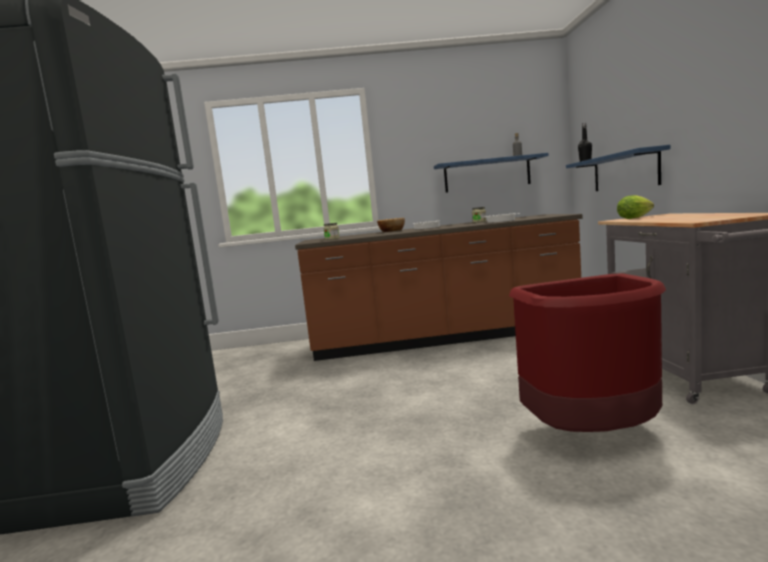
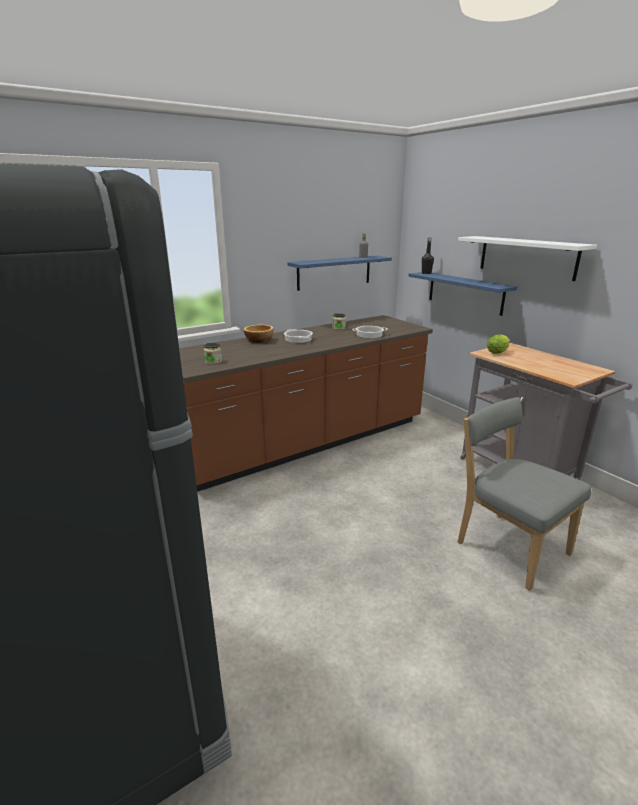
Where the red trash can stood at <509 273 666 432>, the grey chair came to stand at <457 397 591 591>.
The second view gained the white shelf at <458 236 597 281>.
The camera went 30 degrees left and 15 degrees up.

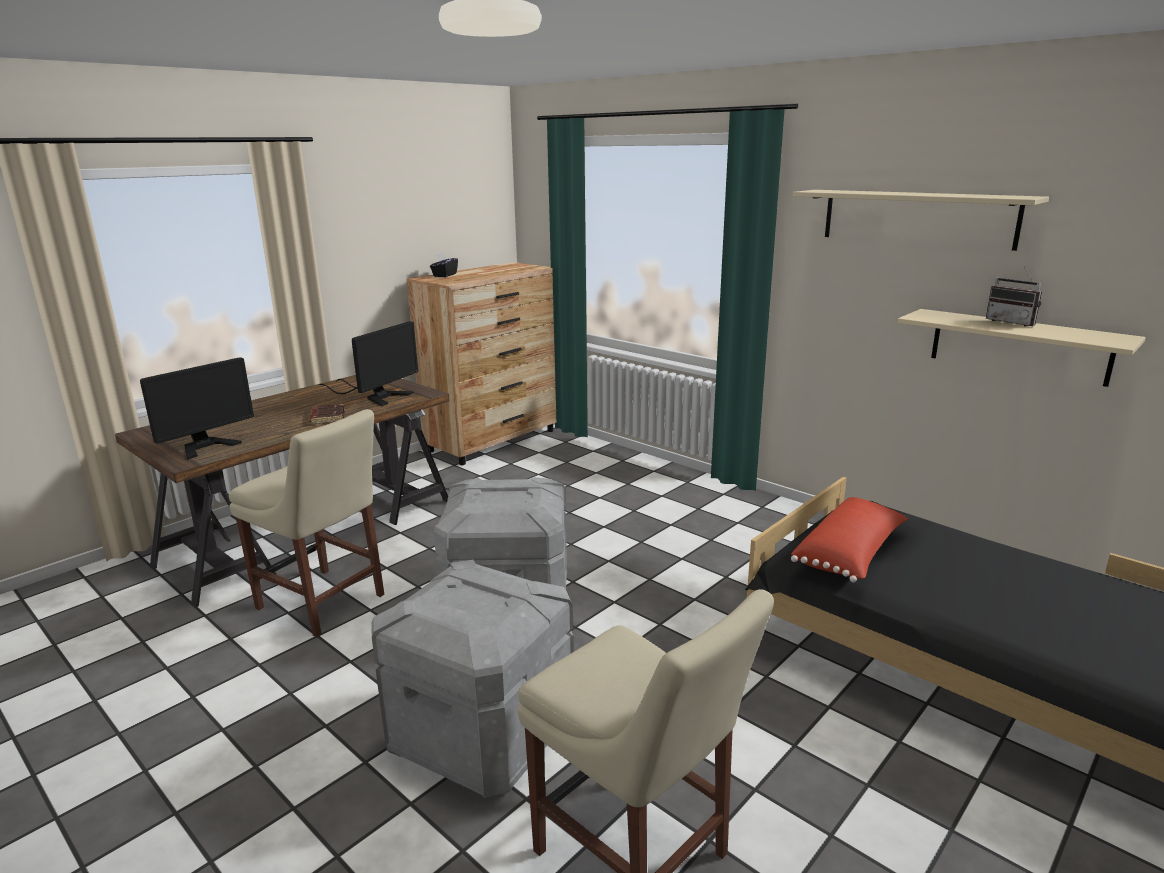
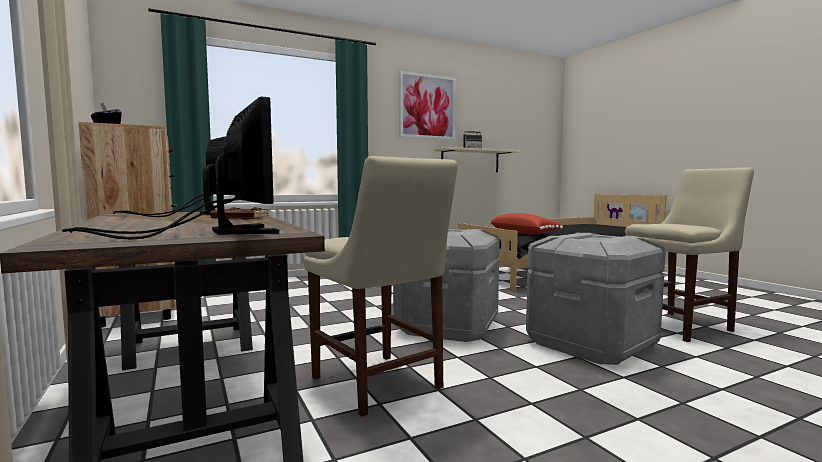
The beige chair at <229 409 384 637> ended up facing another way, 90 degrees clockwise from before.
Where the beige shelf hung at <793 190 1049 251>, the picture came to hang at <400 71 456 140>.
The camera went 70 degrees left and 15 degrees down.

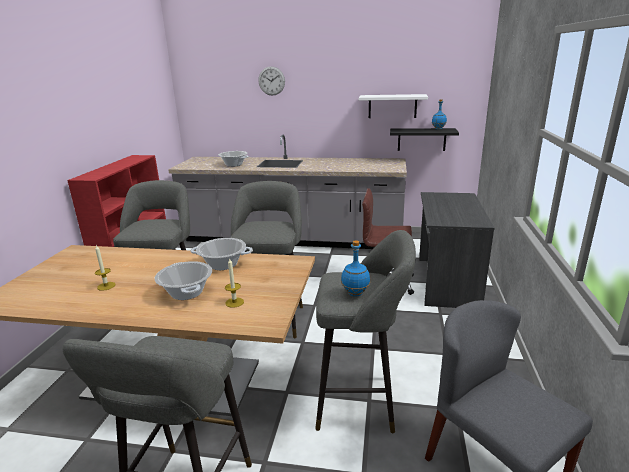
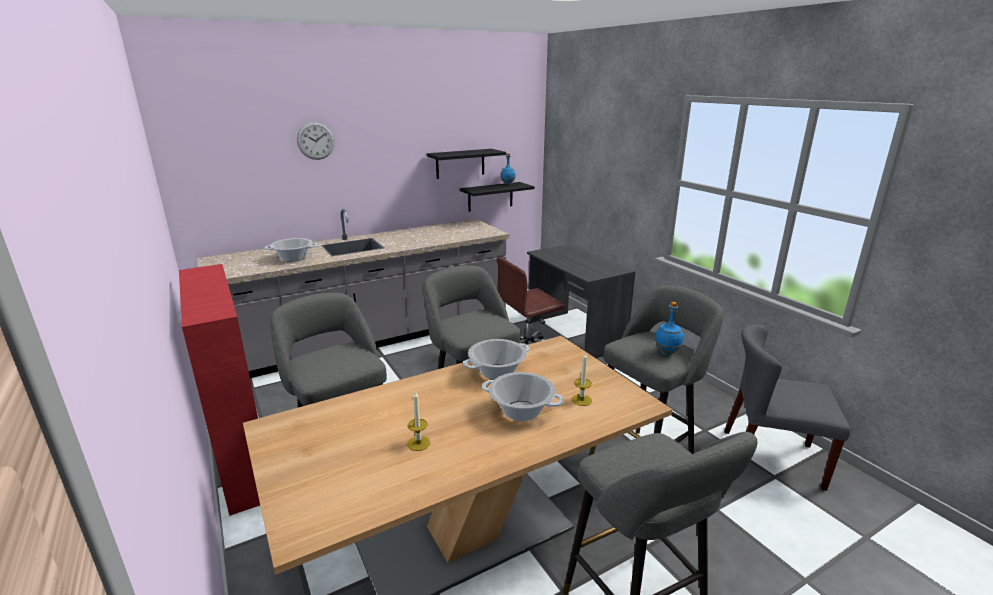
What was the white shelf at <359 94 428 118> turned into the black shelf at <427 149 506 179>.
The camera went 40 degrees left and 0 degrees up.

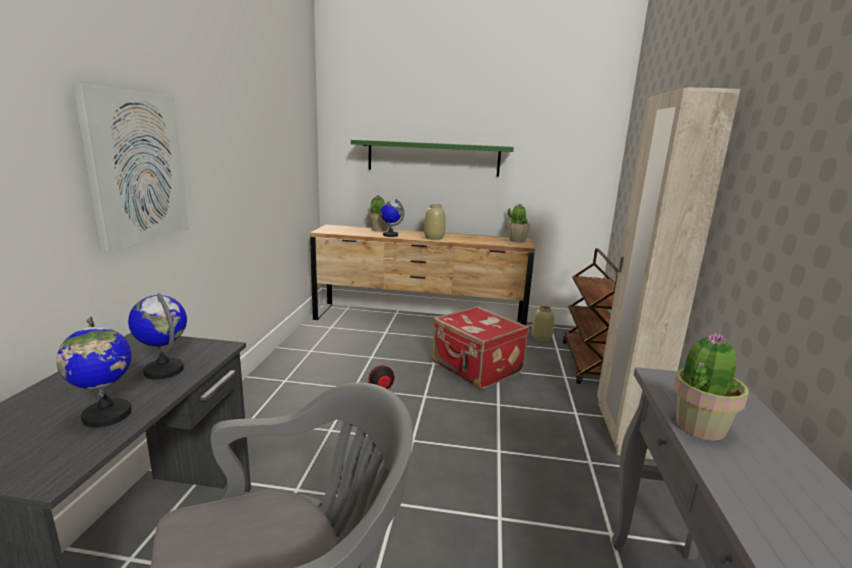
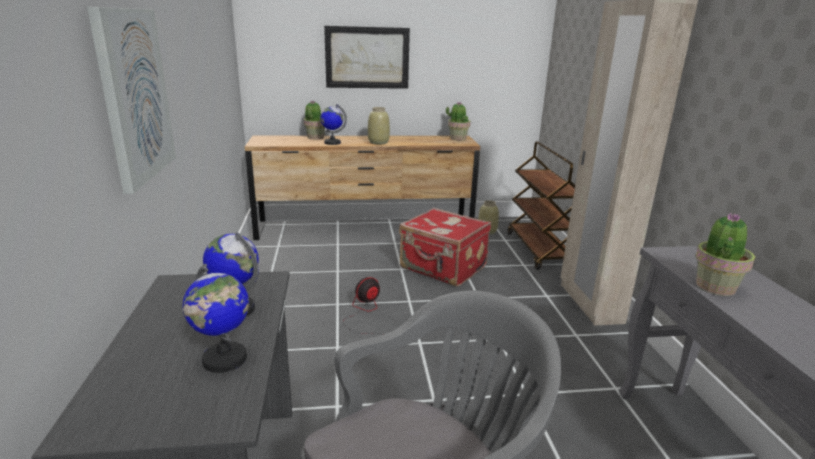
Where the green shelf hung at <351 140 514 177>, the picture came to hang at <324 26 410 89>.
The camera went 15 degrees left and 5 degrees up.

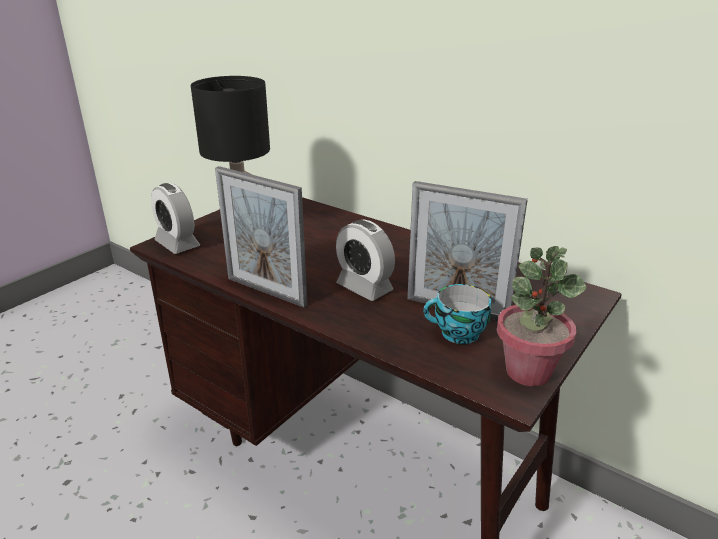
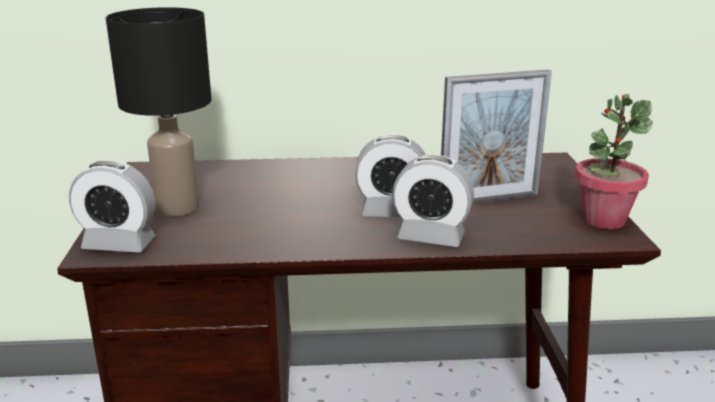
The second view gained the alarm clock at <392 154 474 247>.
The second view lost the picture frame at <215 166 307 308>.
The second view lost the cup at <423 284 491 344>.
The camera went 40 degrees left and 5 degrees down.

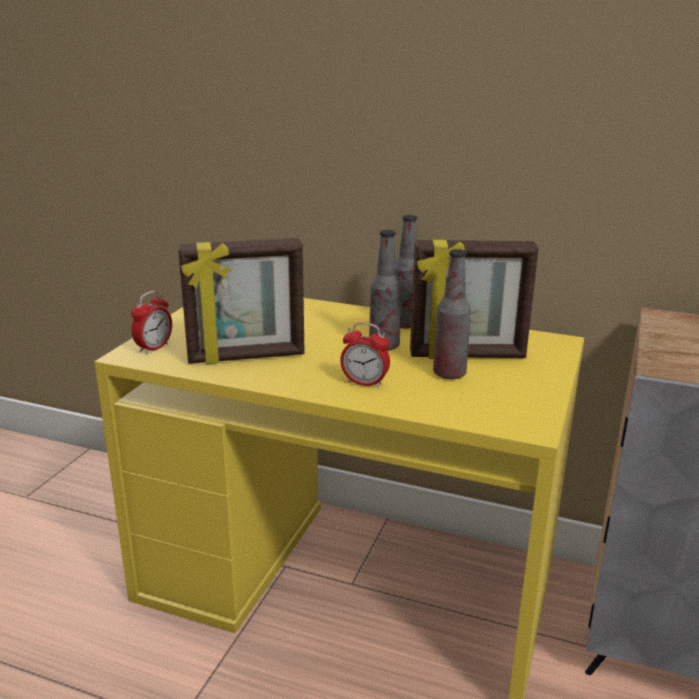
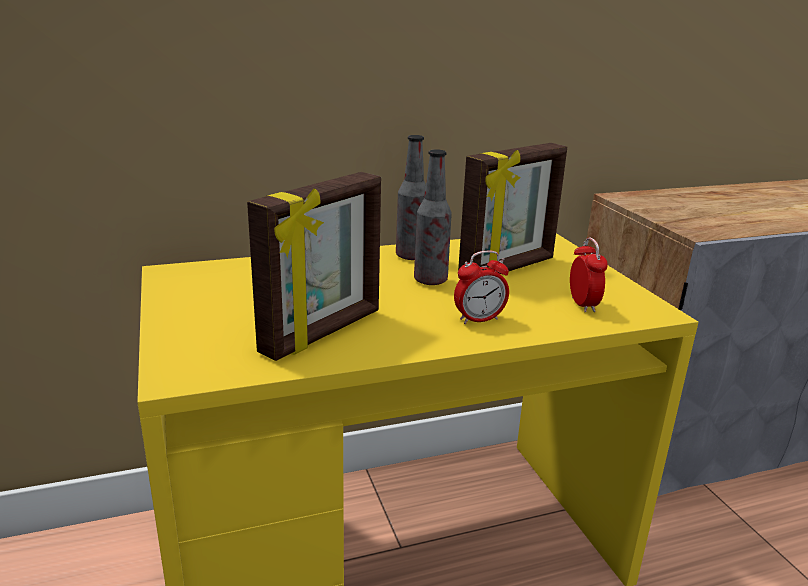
The alarm clock ended up elsewhere, having gone from <131 291 172 354> to <570 237 608 312>.
The second view lost the bottle at <433 249 471 379>.
The camera went 40 degrees left and 0 degrees up.

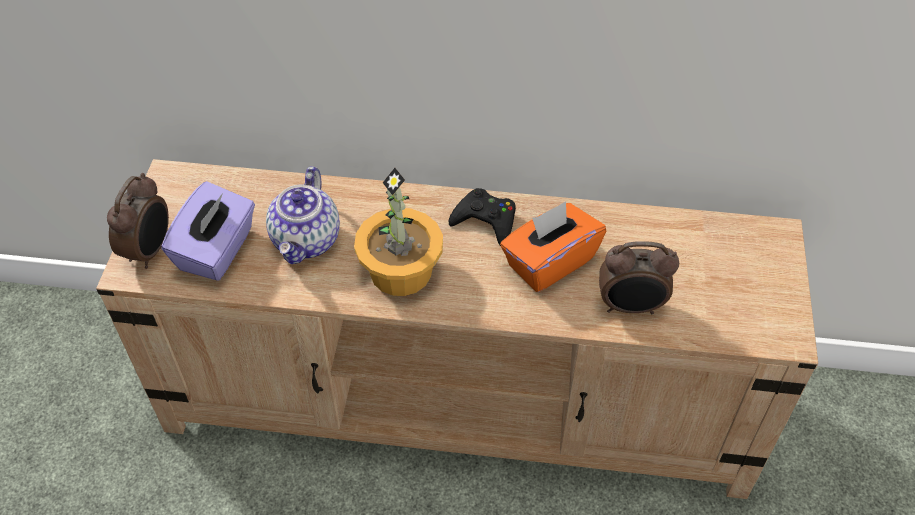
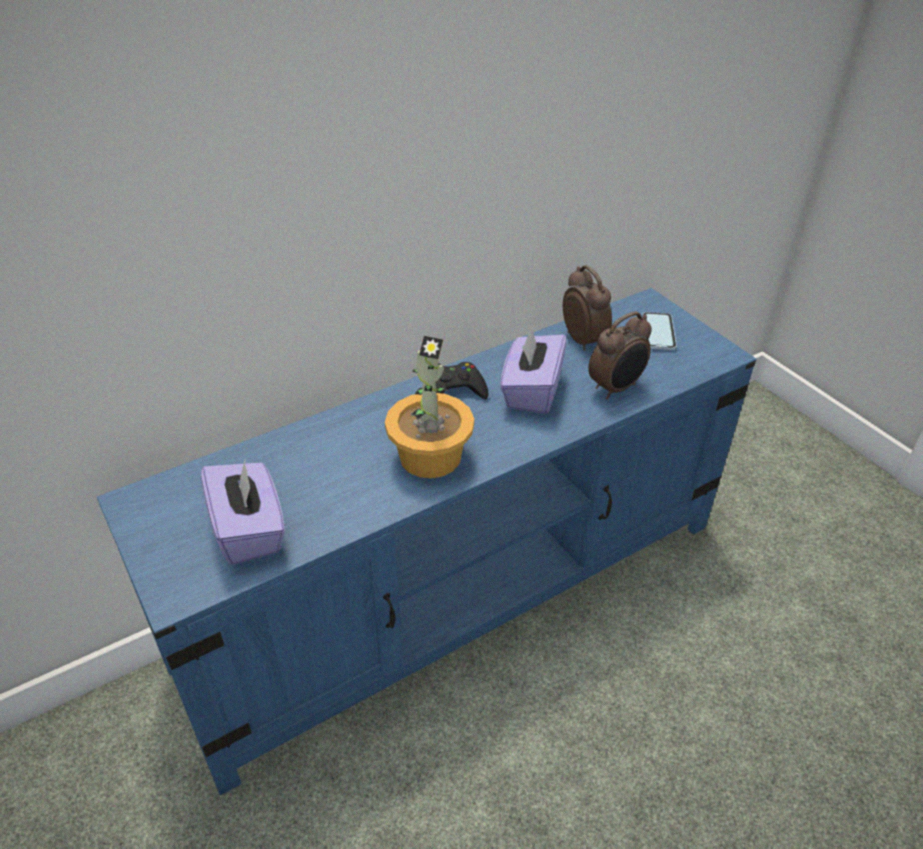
What was the beige tv stand at <96 159 818 499> turned into the blue tv stand at <97 288 757 795>.
What was the orange tissue box at <500 201 606 292> turned into the purple tissue box at <500 326 567 414>.
The alarm clock ended up elsewhere, having gone from <107 173 169 269> to <563 265 612 351>.
The second view gained the phone at <642 312 677 350>.
The second view lost the teapot at <266 166 340 264>.
The camera went 40 degrees left and 10 degrees down.

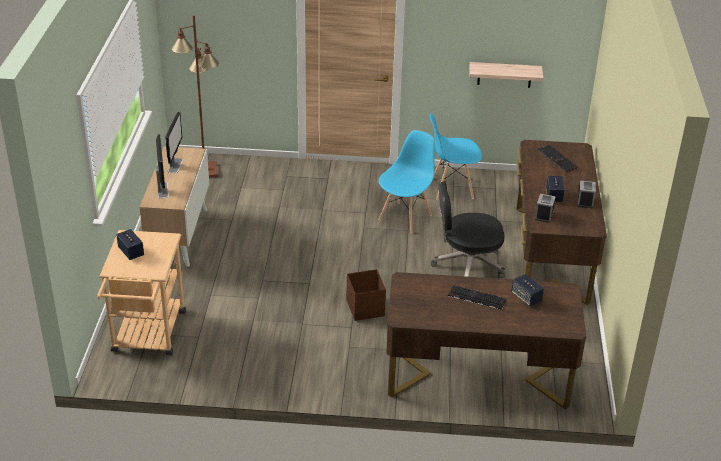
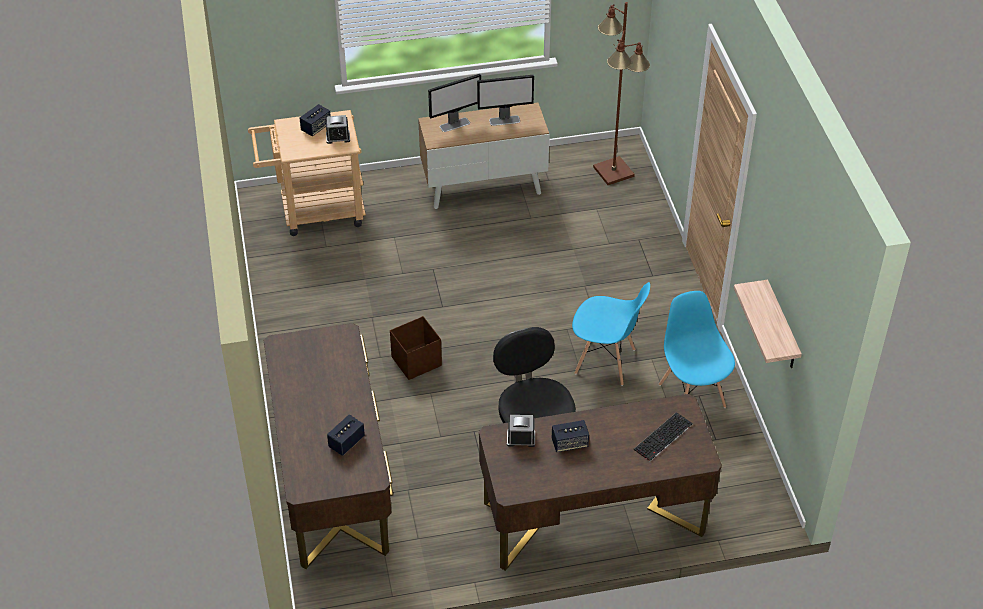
The alarm clock ended up elsewhere, having gone from <577 181 596 209> to <326 115 350 144>.
The second view lost the keyboard at <448 285 507 310>.
The camera went 75 degrees right and 10 degrees up.

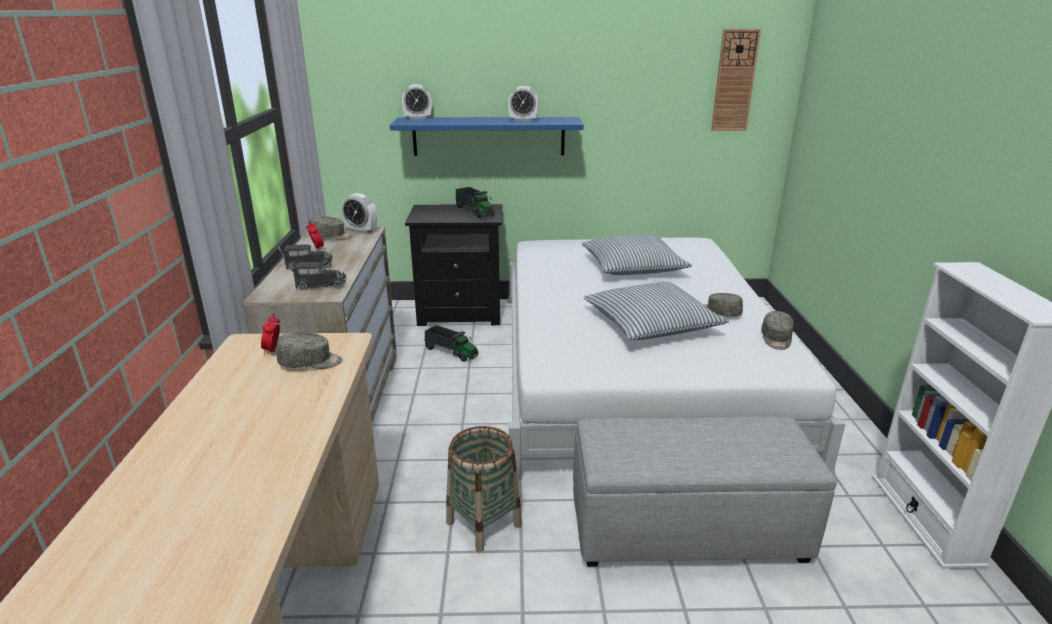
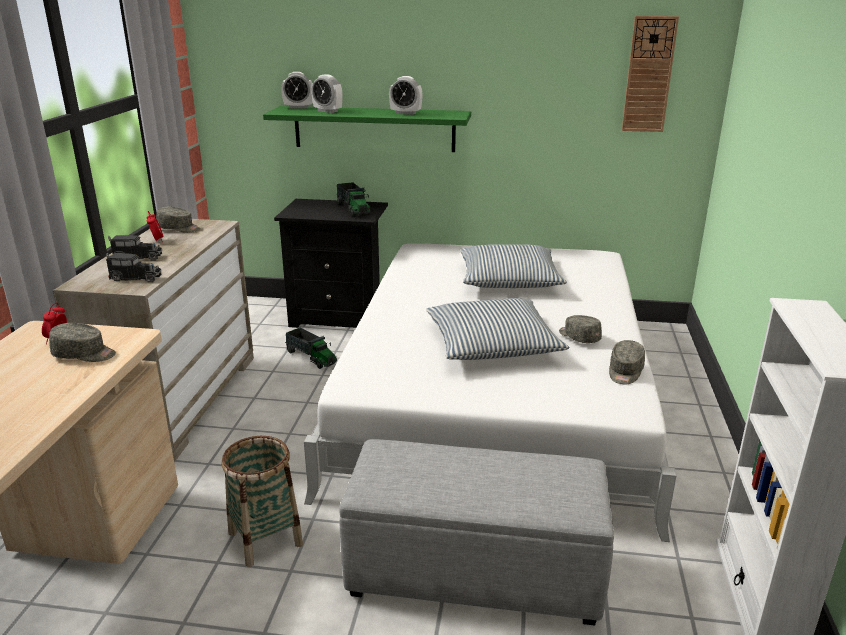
What was the blue shelf at <390 117 584 156> turned into the green shelf at <263 106 471 152>.
The alarm clock ended up elsewhere, having gone from <342 193 377 234> to <311 74 343 113>.
The camera went 10 degrees right and 0 degrees up.

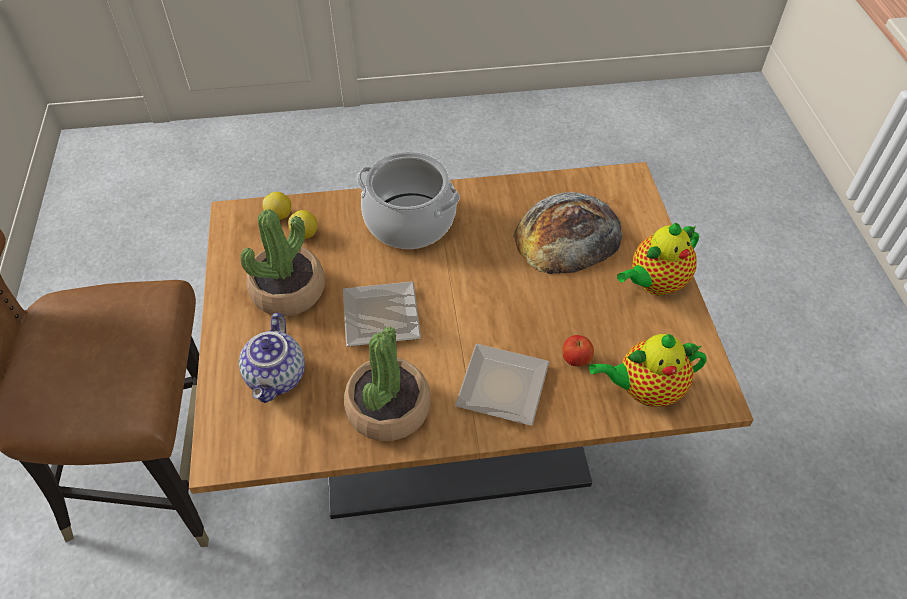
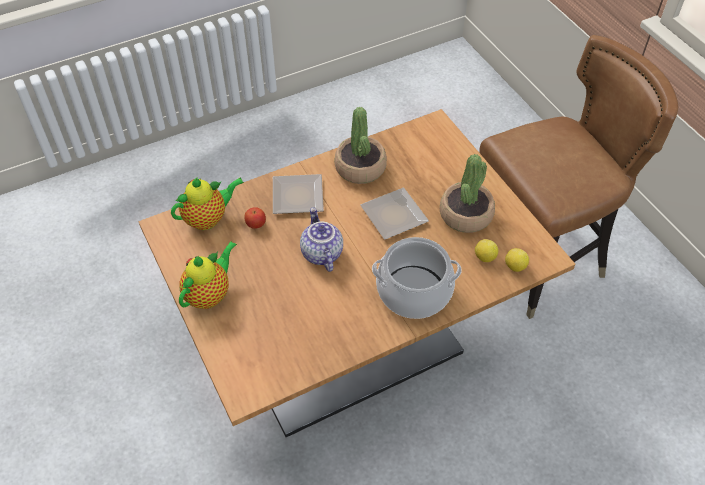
The teapot ended up elsewhere, having gone from <239 313 305 403> to <300 207 343 272>.
The second view lost the bread at <513 192 623 274>.
The camera went 160 degrees right and 0 degrees up.

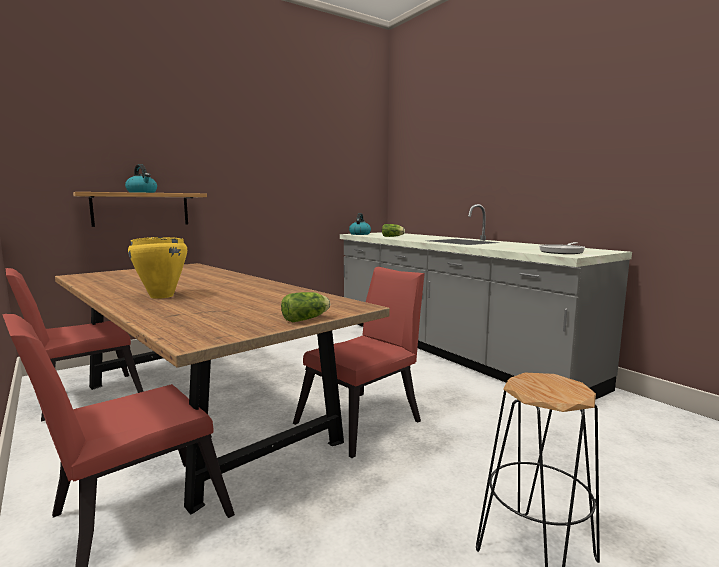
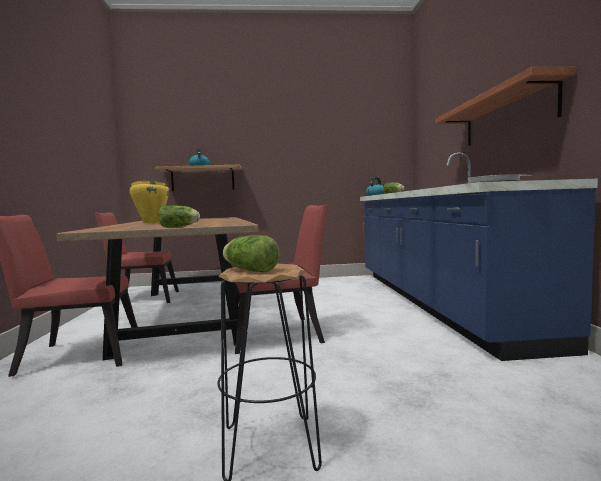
The second view gained the lettuce at <223 235 280 273>.
What was the grey counter at <340 204 632 400> turned into the blue counter at <360 153 598 361>.
The second view gained the shelf at <435 67 576 146>.
The camera went 30 degrees right and 5 degrees down.

